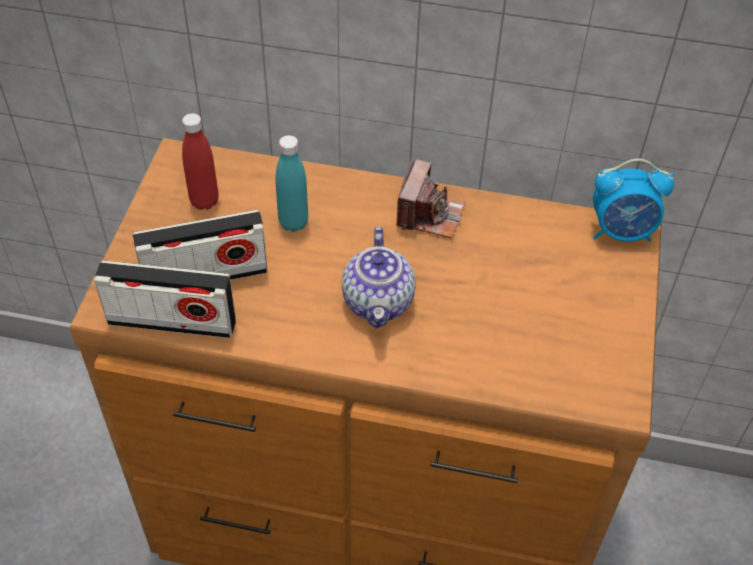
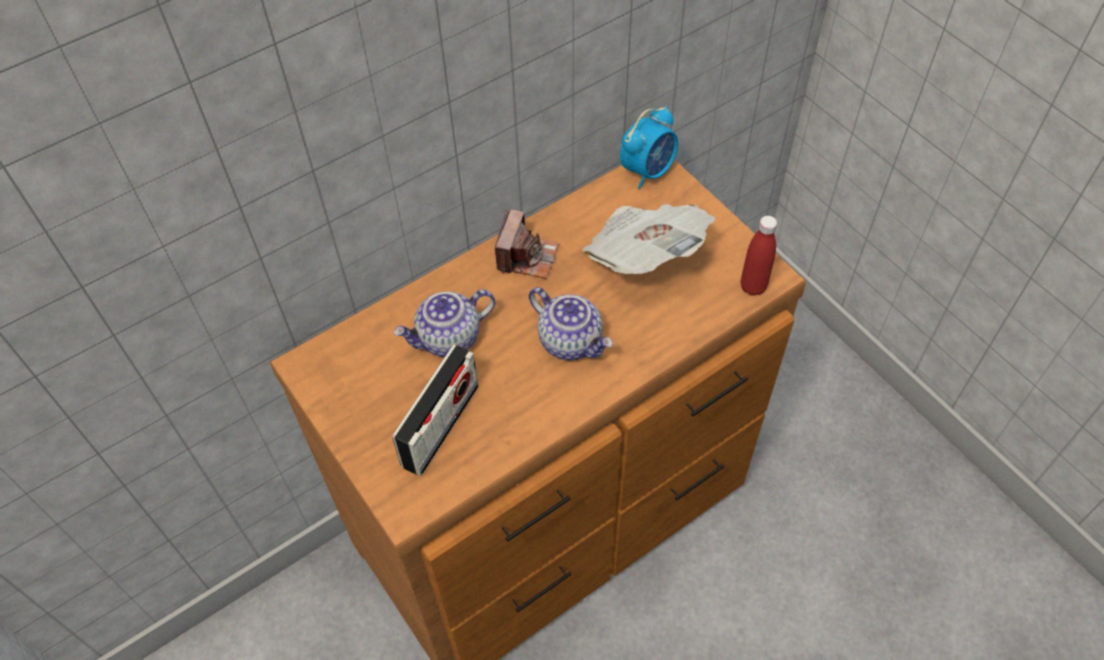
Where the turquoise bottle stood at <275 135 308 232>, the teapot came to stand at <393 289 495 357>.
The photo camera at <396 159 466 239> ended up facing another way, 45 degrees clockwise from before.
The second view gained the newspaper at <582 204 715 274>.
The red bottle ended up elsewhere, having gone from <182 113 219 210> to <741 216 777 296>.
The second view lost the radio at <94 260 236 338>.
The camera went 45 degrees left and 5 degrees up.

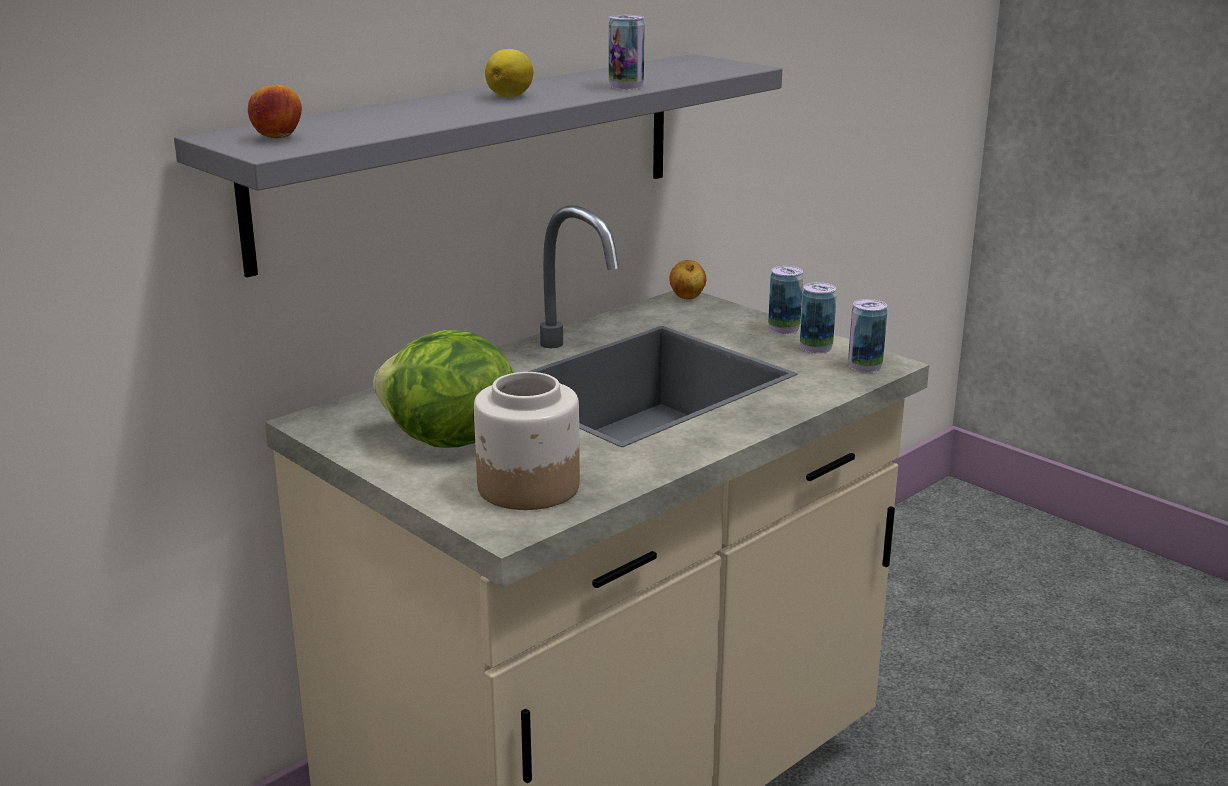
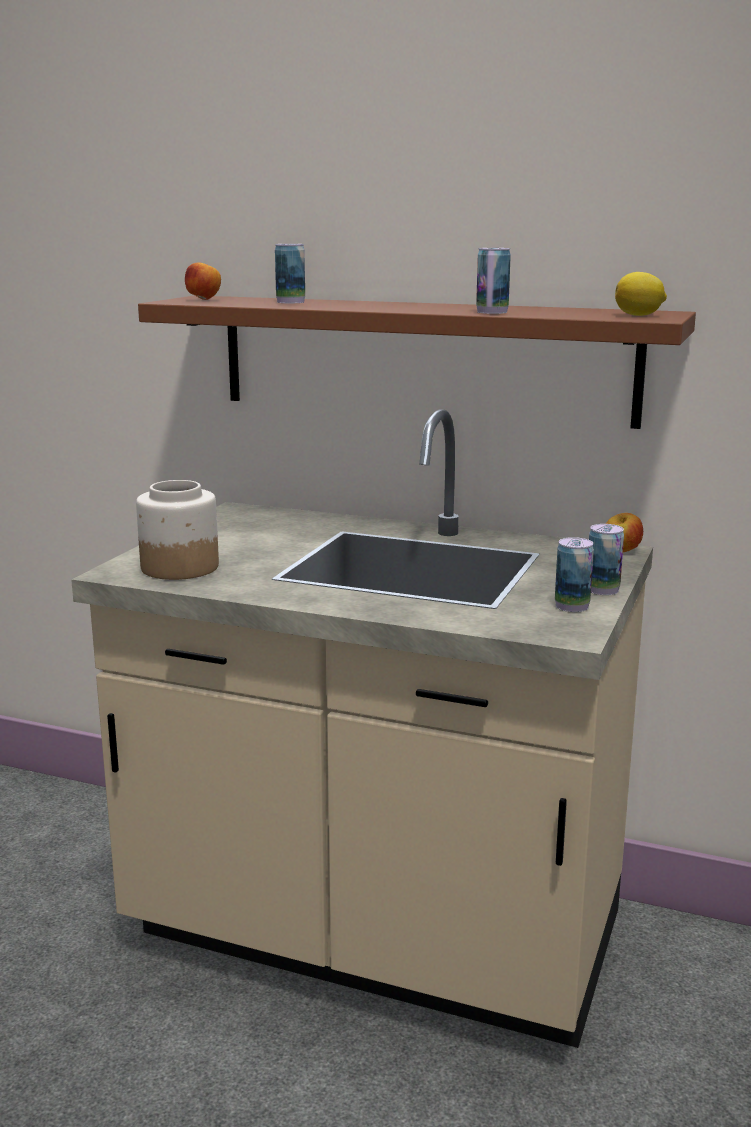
What was the grey shelf at <174 54 782 277> turned into the brown shelf at <138 295 696 429>.
The can ended up elsewhere, having gone from <848 299 887 373> to <275 244 305 303>.
The lemon ended up elsewhere, having gone from <485 49 534 97> to <615 272 667 316>.
The second view lost the lettuce at <373 330 514 448>.
The camera went 65 degrees right and 5 degrees down.

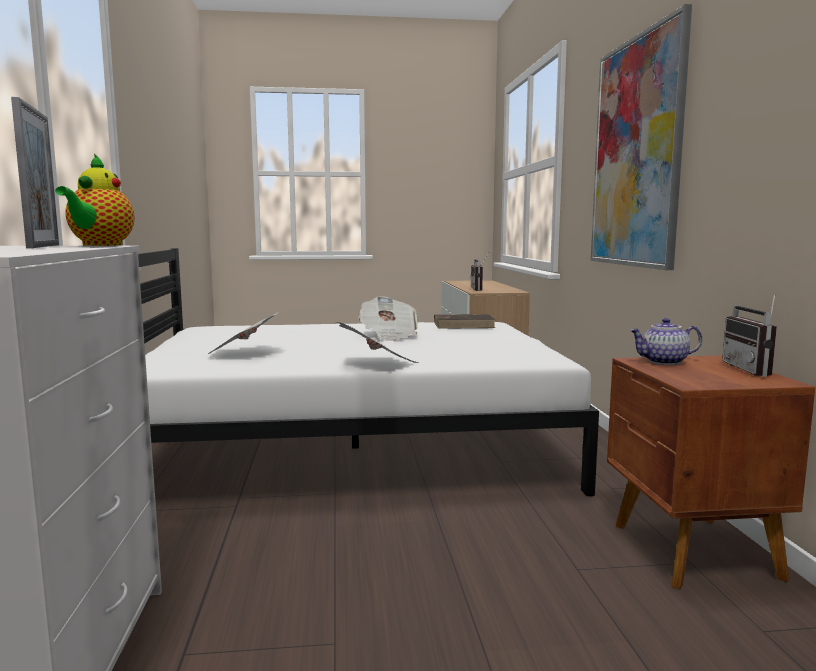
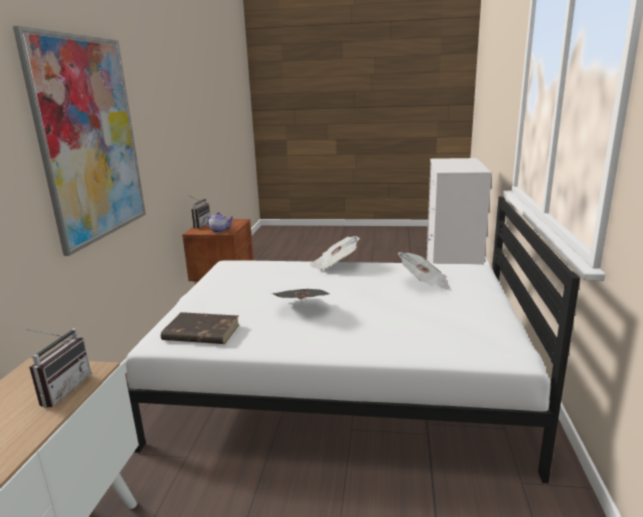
The second view lost the picture frame at <11 97 59 248>.
The second view lost the teapot at <55 154 135 246>.
The camera went 165 degrees left and 10 degrees up.

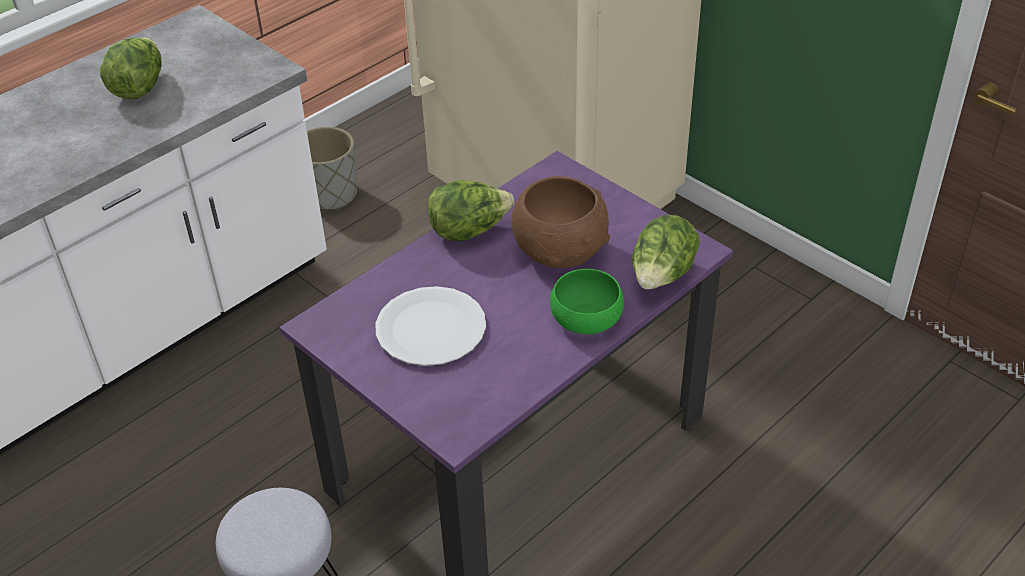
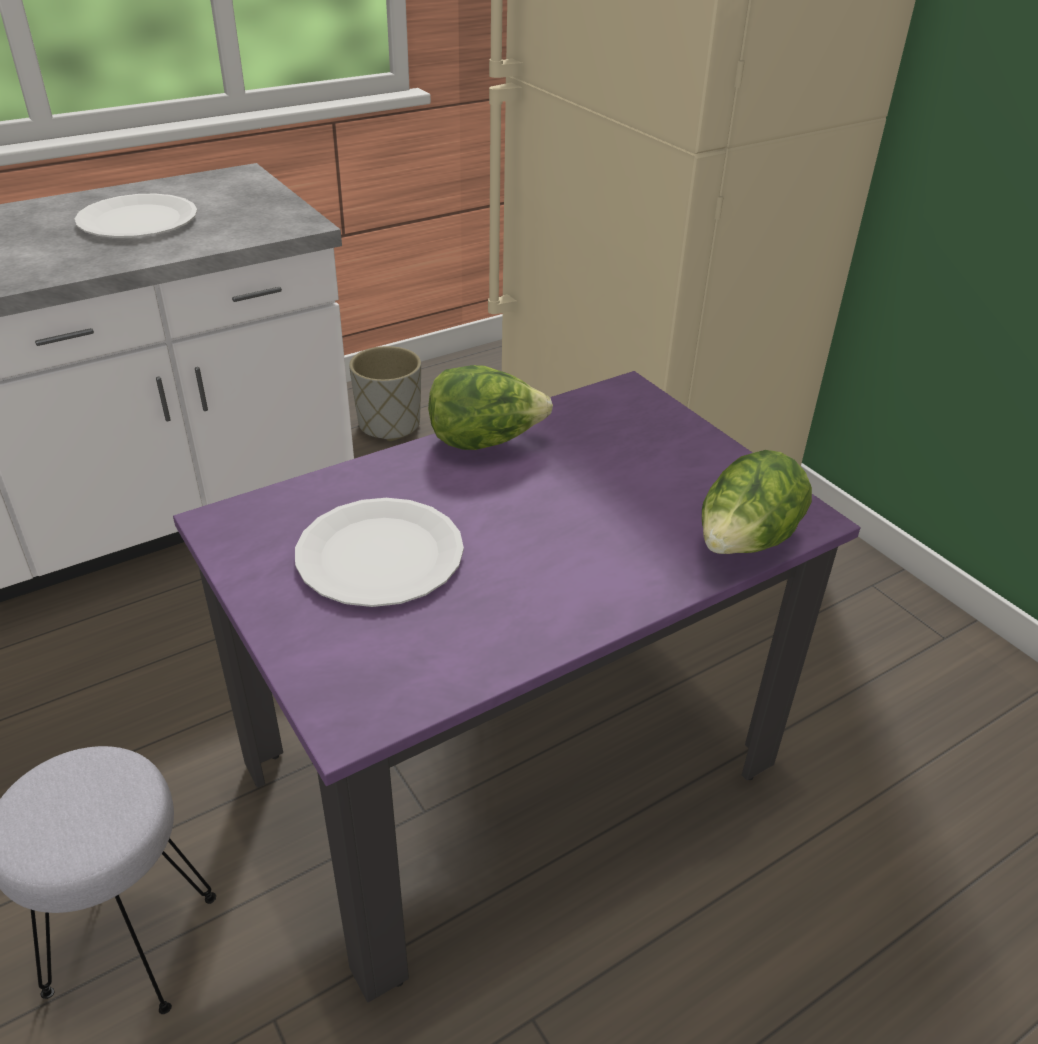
Where the lettuce stood at <100 38 162 100>, the white plate came to stand at <75 194 197 238>.
The second view lost the brown bowl at <512 176 610 268>.
The second view lost the green bowl at <550 269 624 335>.
The camera went 10 degrees right and 5 degrees down.

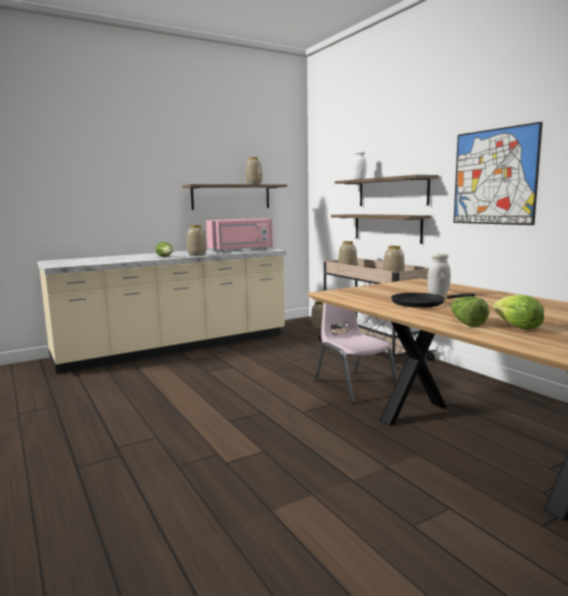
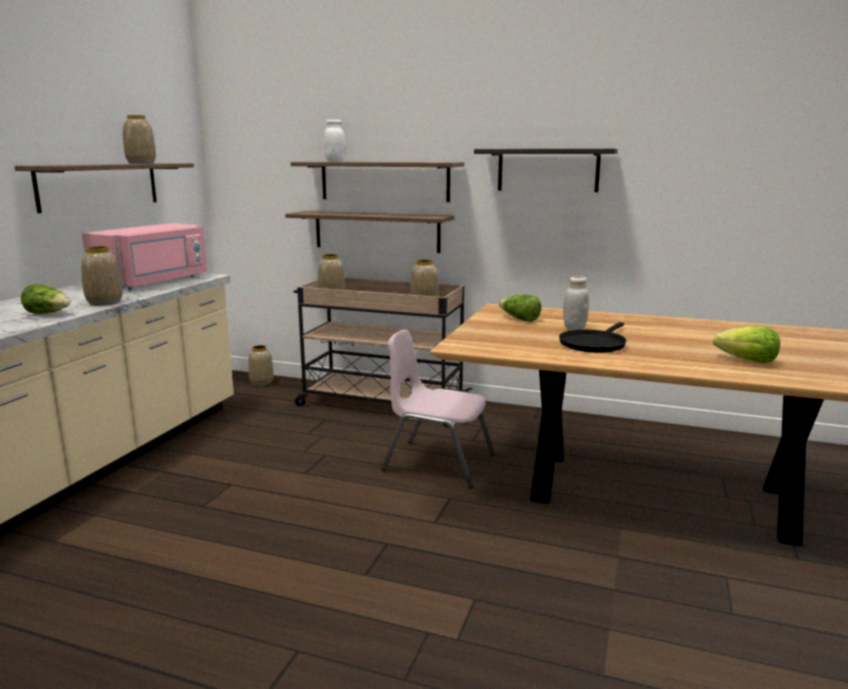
Where the picture hung at <454 122 543 225>, the shelf came to hang at <474 149 618 192>.
The lettuce ended up elsewhere, having gone from <451 296 489 327> to <499 295 541 322>.
The camera went 40 degrees left and 5 degrees up.

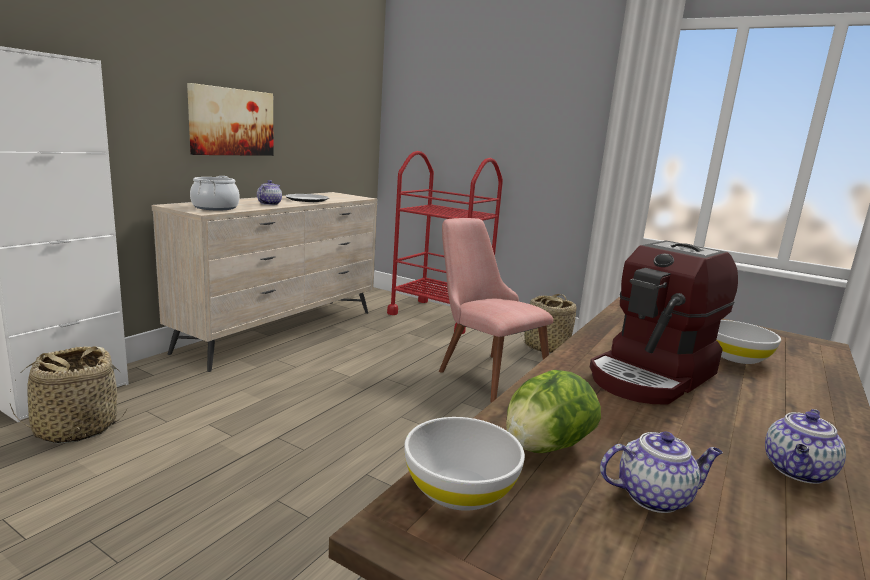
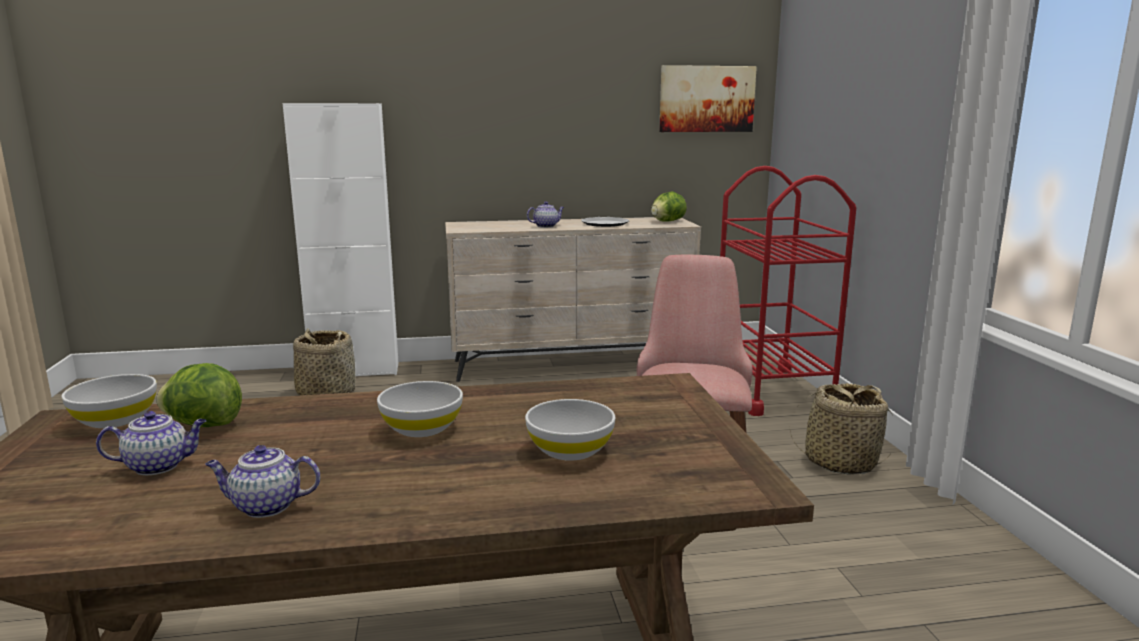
The teapot at <600 431 723 513> ended up facing another way, 60 degrees counterclockwise from before.
Where the coffee machine stood at <590 241 738 405>, the white bowl came to stand at <377 381 463 437>.
The second view gained the lettuce at <651 192 687 222>.
The picture ended up elsewhere, having gone from <187 83 274 156> to <659 65 757 132>.
The second view lost the cooking pot at <190 176 240 210>.
The camera went 50 degrees right and 0 degrees up.

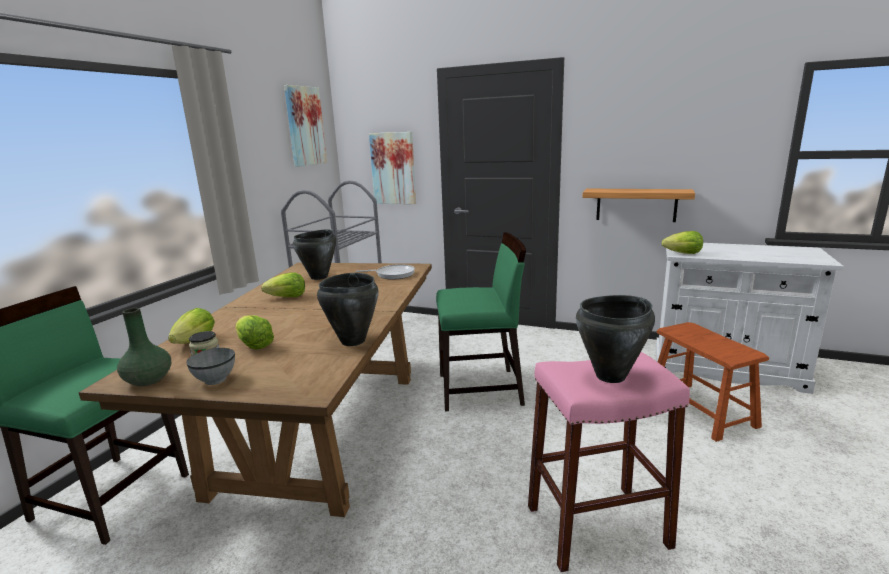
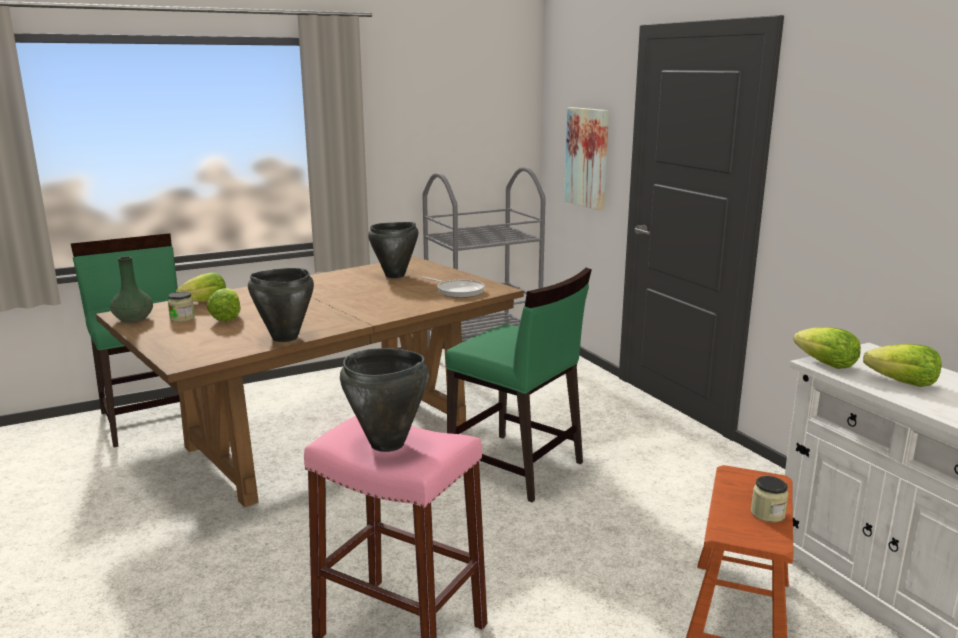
The second view gained the jar at <751 476 789 522>.
The lettuce ended up elsewhere, having gone from <261 273 305 297> to <863 344 942 387>.
The second view lost the grey bowl at <186 348 235 385>.
The second view lost the picture at <284 85 327 167>.
The second view lost the shelf at <582 189 695 222>.
The camera went 40 degrees right and 0 degrees up.

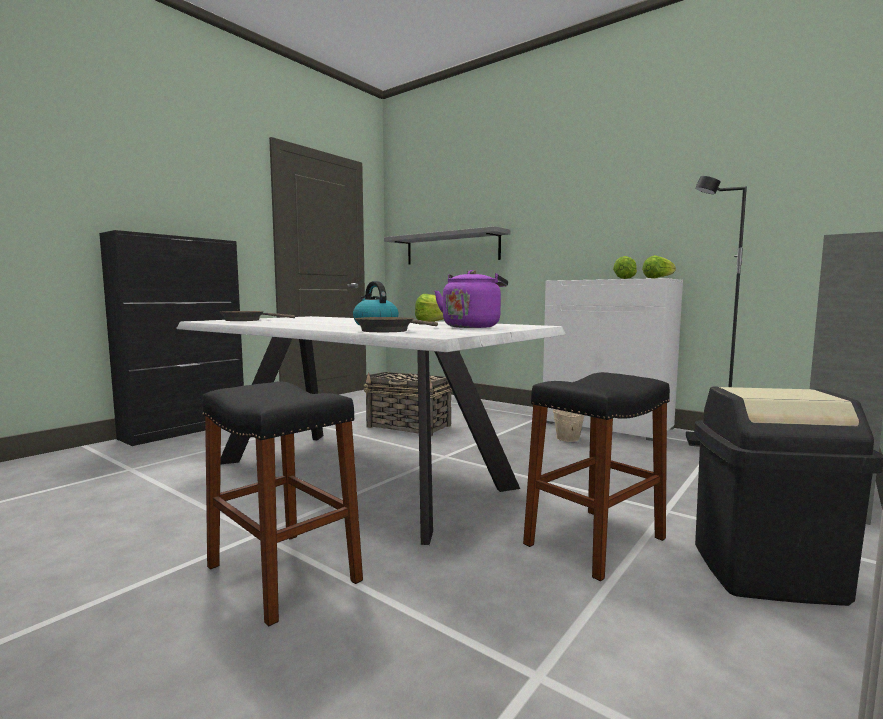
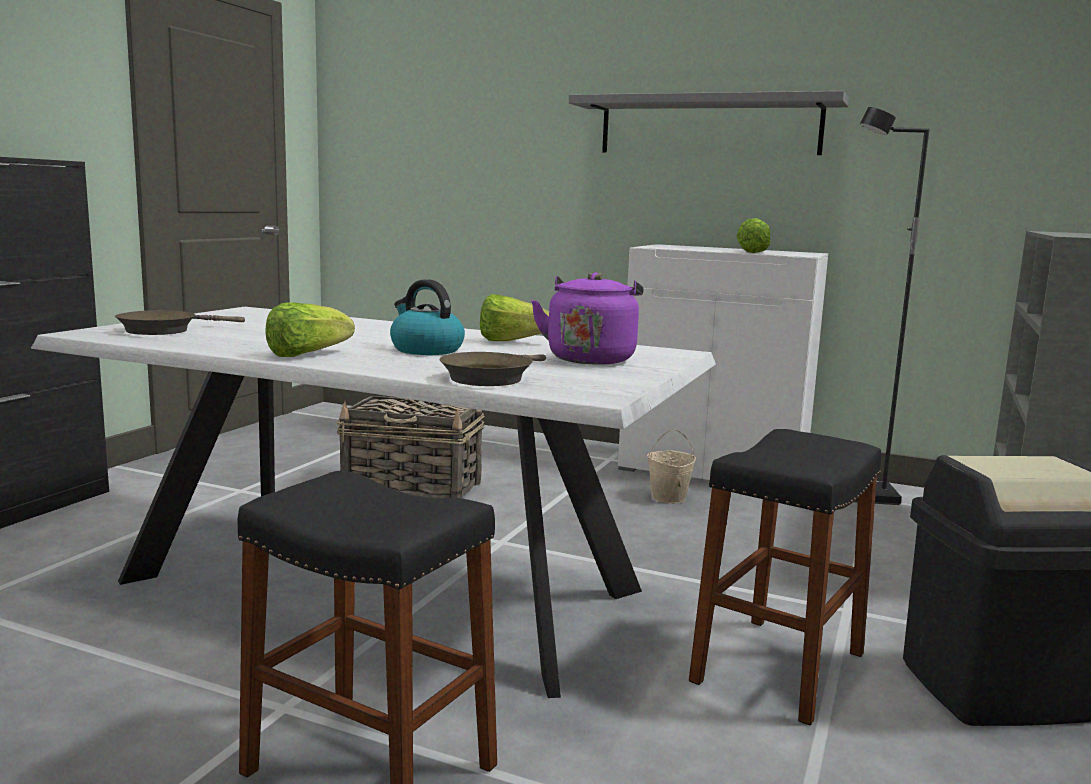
The lettuce ended up elsewhere, having gone from <642 255 676 278> to <265 302 355 357>.
The grey shelf ended up elsewhere, having gone from <384 226 511 264> to <569 91 849 155>.
The camera went 15 degrees left and 5 degrees up.

